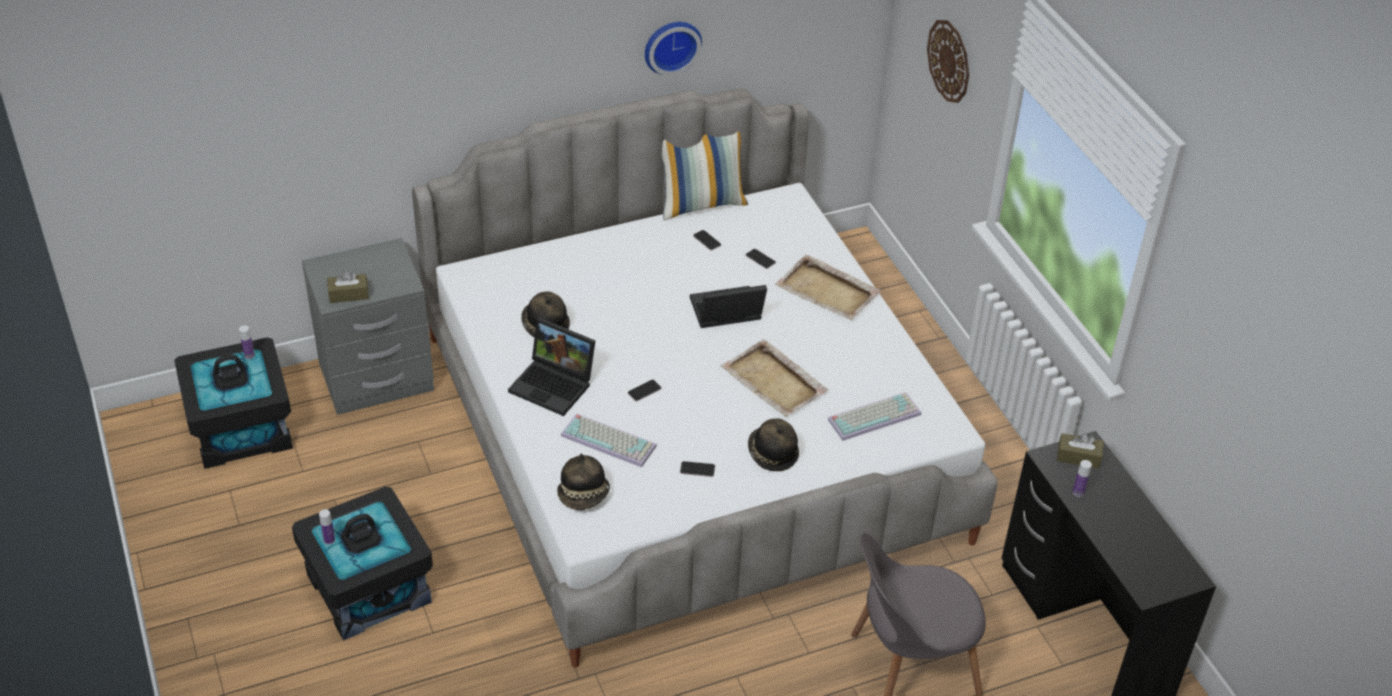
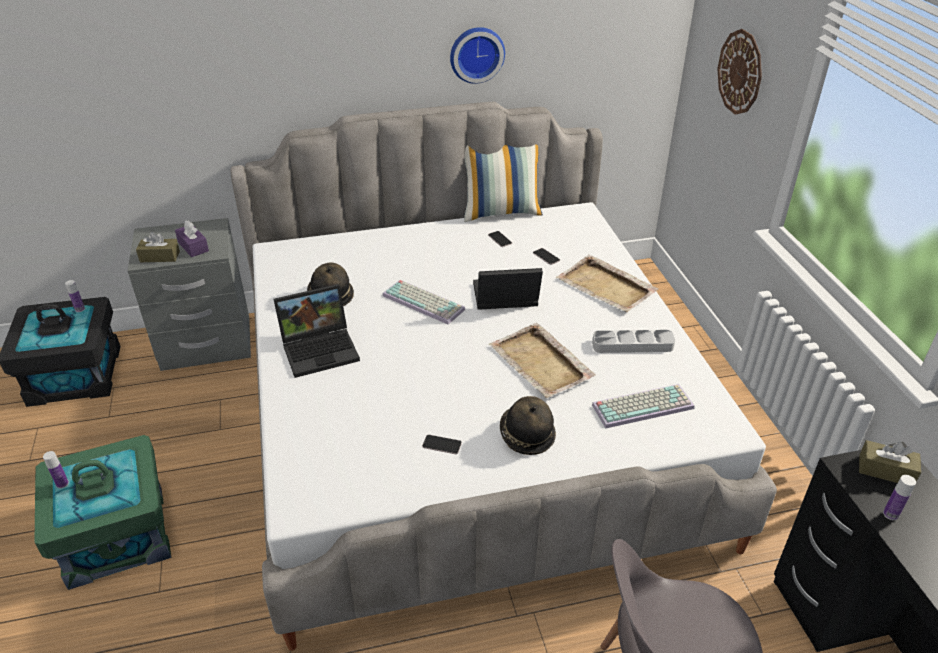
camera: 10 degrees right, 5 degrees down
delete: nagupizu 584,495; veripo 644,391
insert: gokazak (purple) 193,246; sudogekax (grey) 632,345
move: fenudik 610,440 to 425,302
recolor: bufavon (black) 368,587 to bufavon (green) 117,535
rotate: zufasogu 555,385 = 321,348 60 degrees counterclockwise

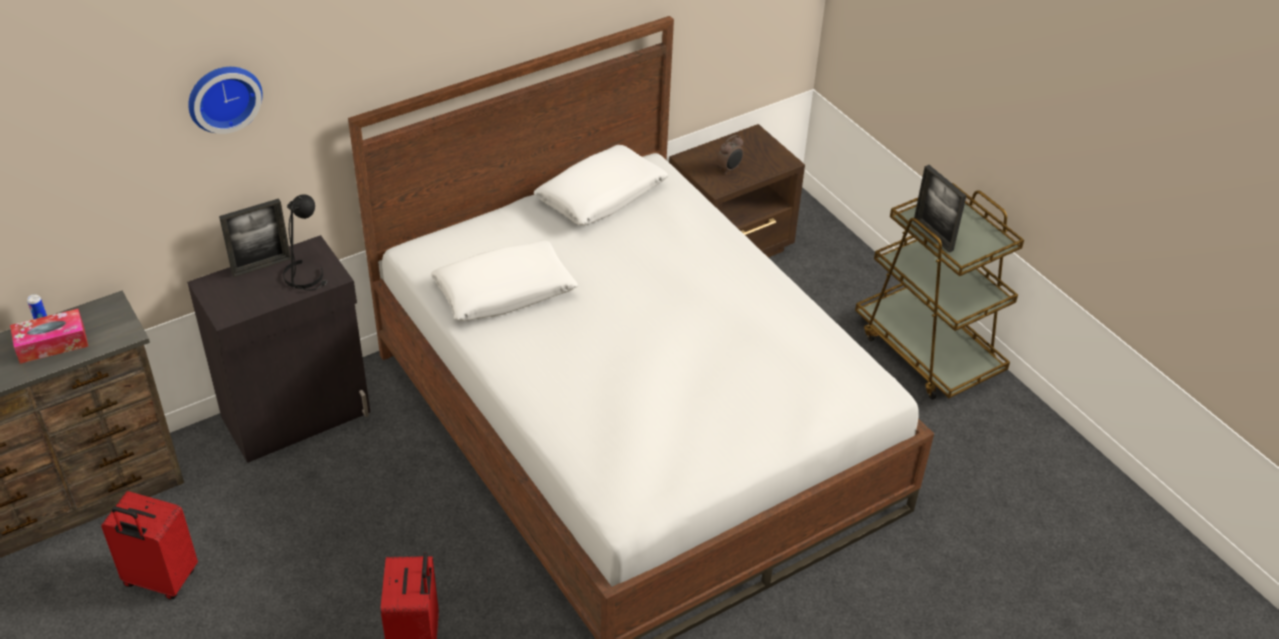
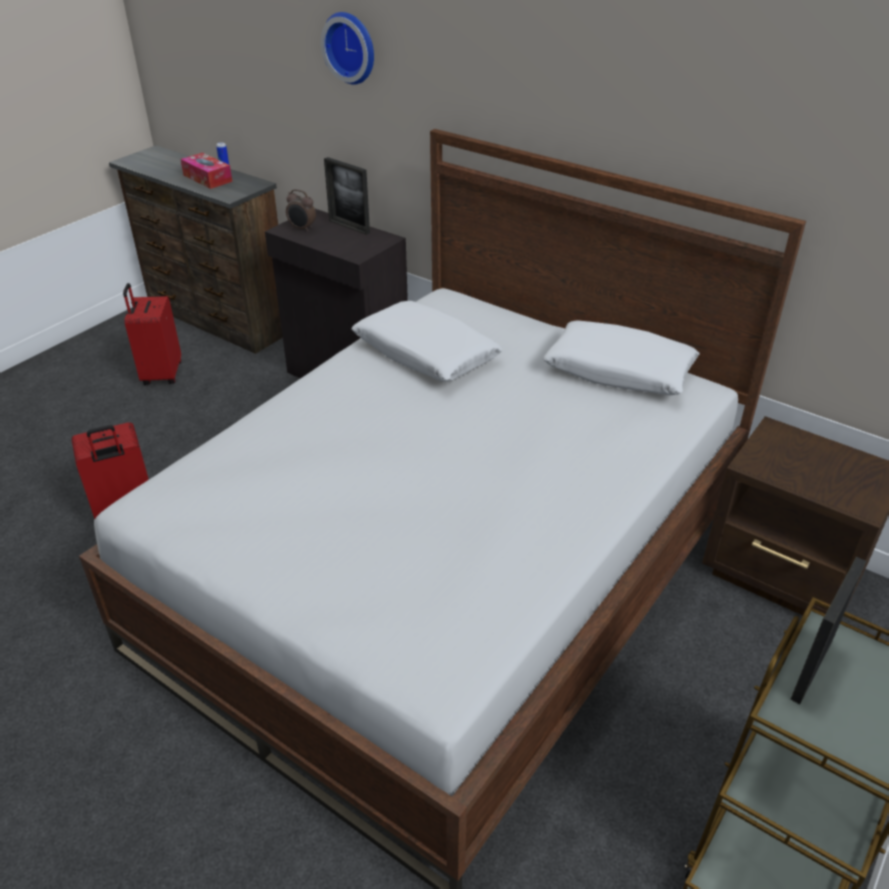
camera: 70 degrees right, 5 degrees down
delete: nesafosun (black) 306,276
move: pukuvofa 729,169 to 302,228

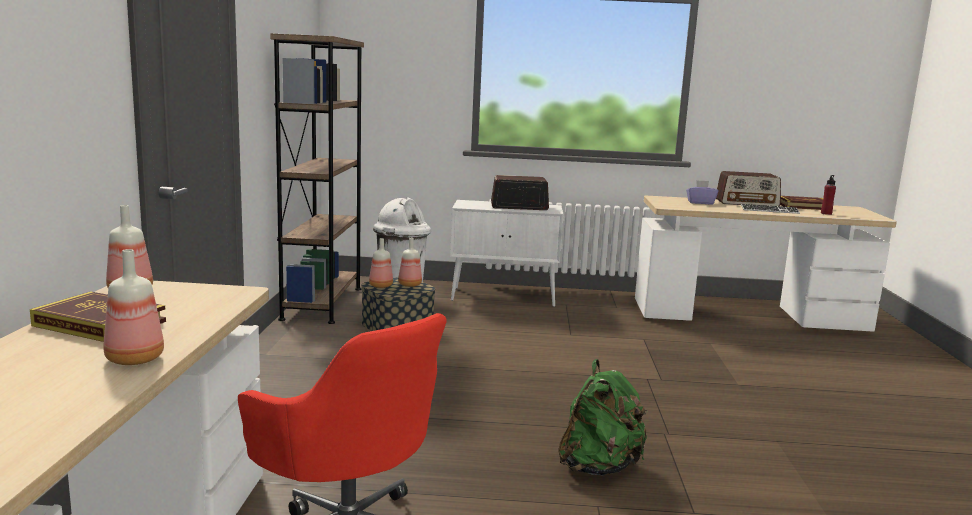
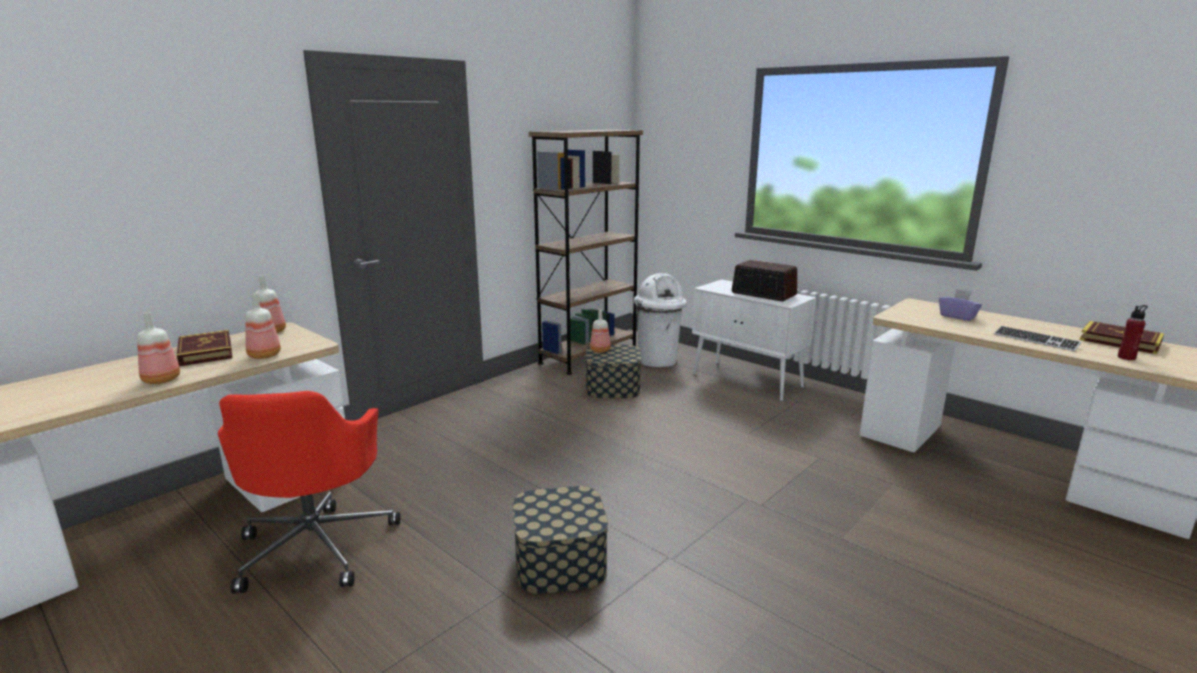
camera: 40 degrees right, 5 degrees up
delete: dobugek 747,203
move: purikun 409,285 to 263,355
replace: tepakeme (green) 599,467 to bufavon 560,562

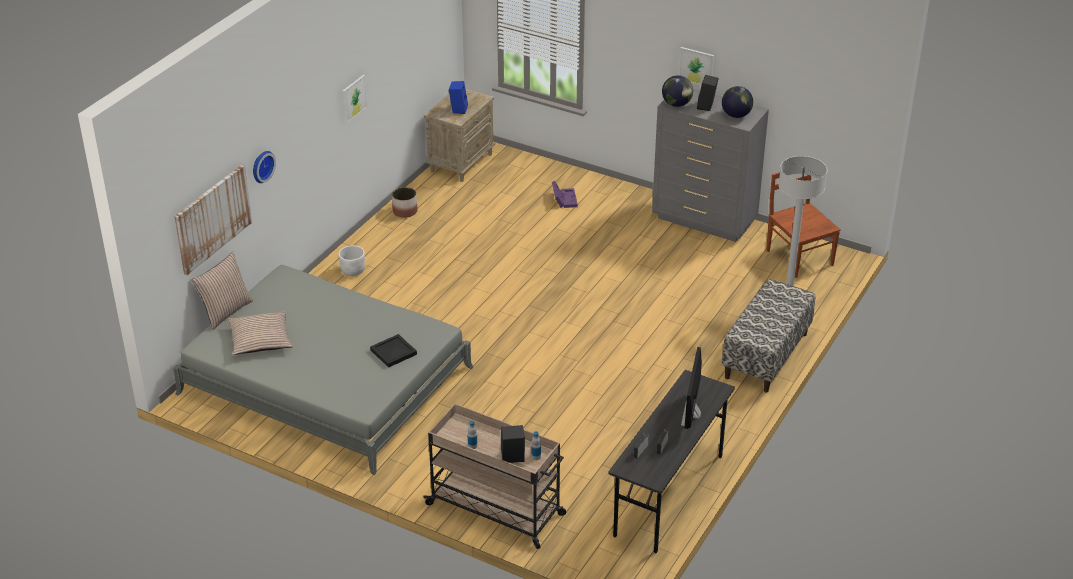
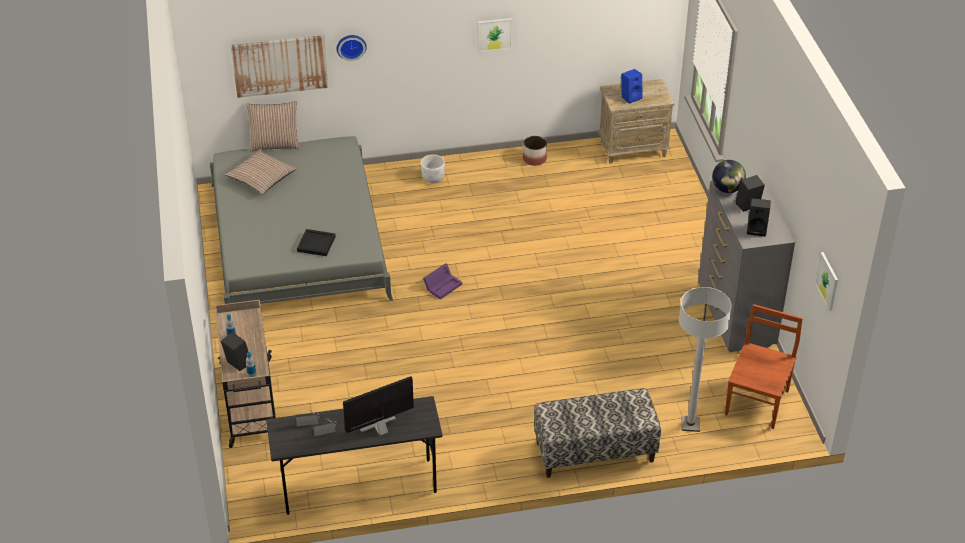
camera: 50 degrees right, 5 degrees up
move: bufavon (purple) 564,199 to 443,285; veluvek 696,66 to 827,281
replace: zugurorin 736,115 to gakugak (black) 757,229

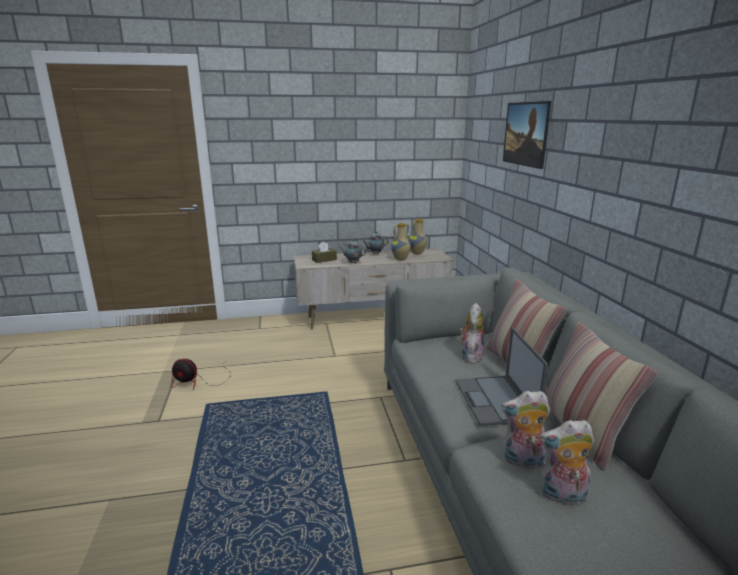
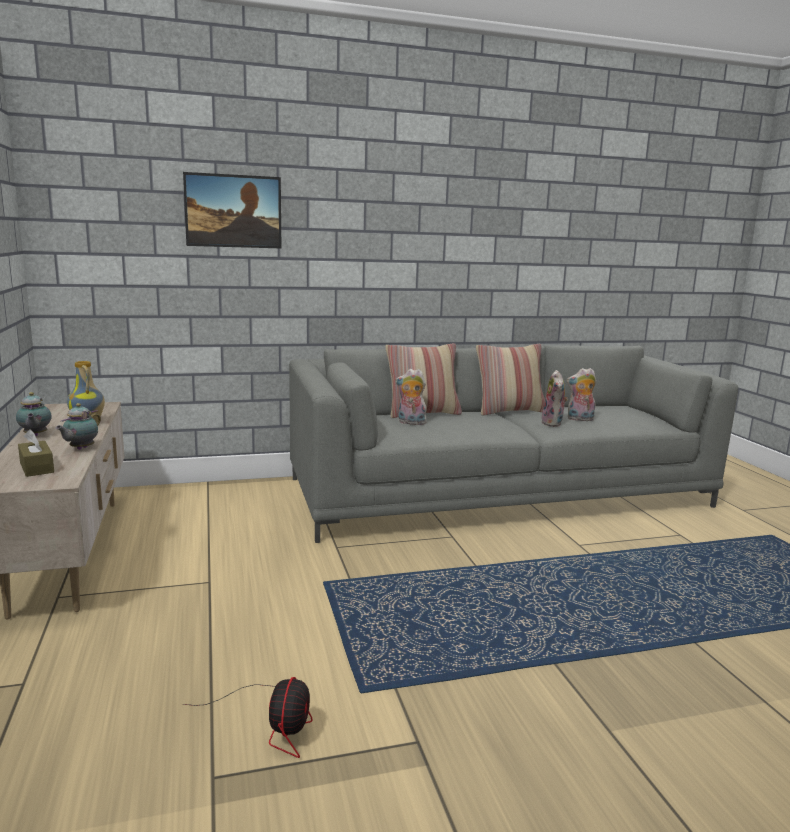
camera: 95 degrees left, 5 degrees down
delete: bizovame 417,253; zufasogu 495,400
rotate: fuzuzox 562,496 = 580,419 90 degrees clockwise

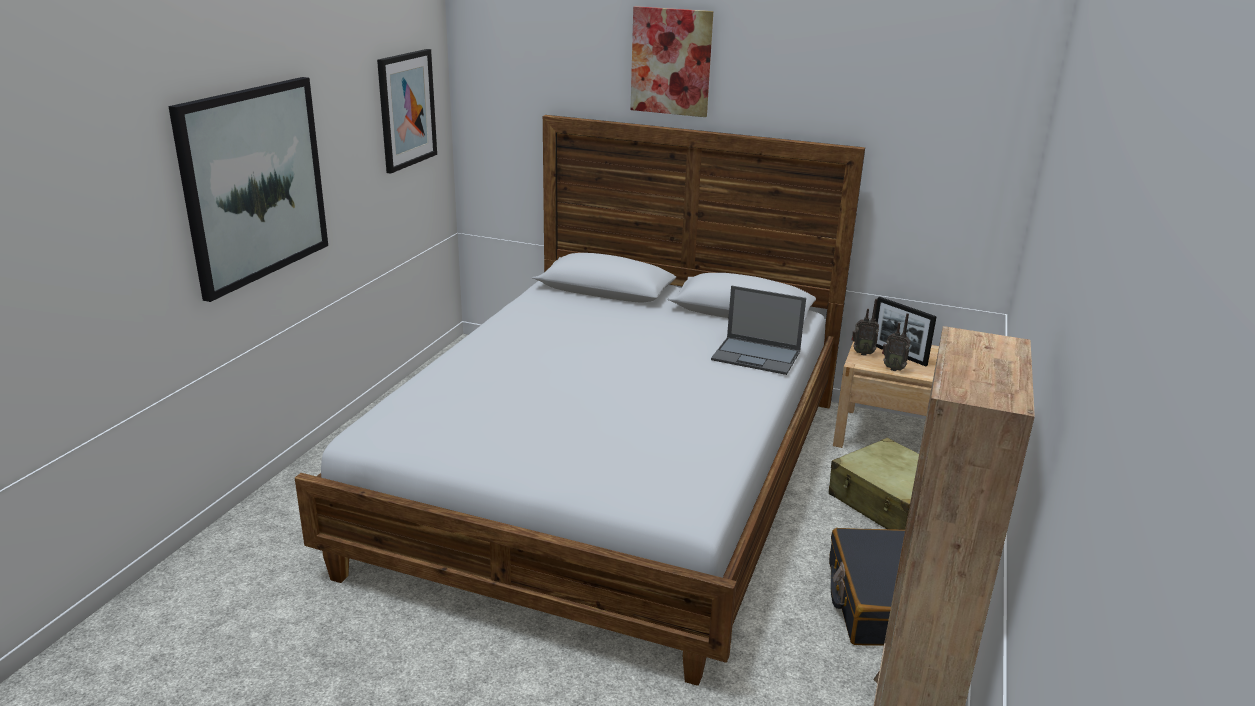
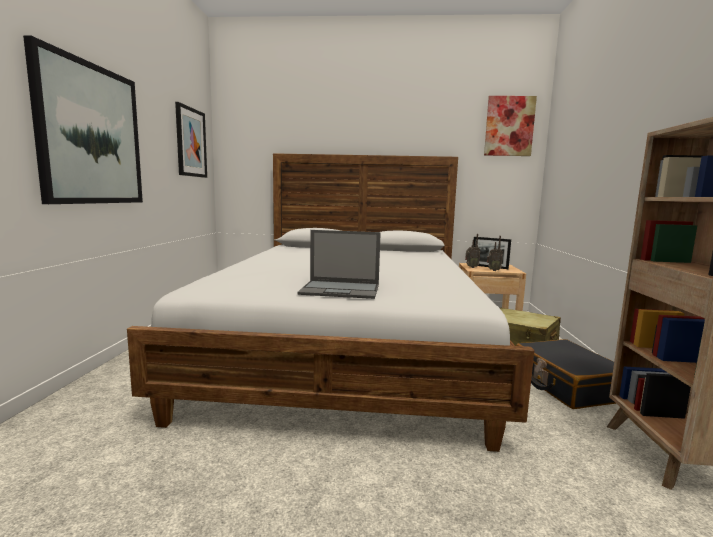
camera: 15 degrees left, 15 degrees down
move: veluvek 671,61 to 509,126; zufasogu 757,356 to 341,290

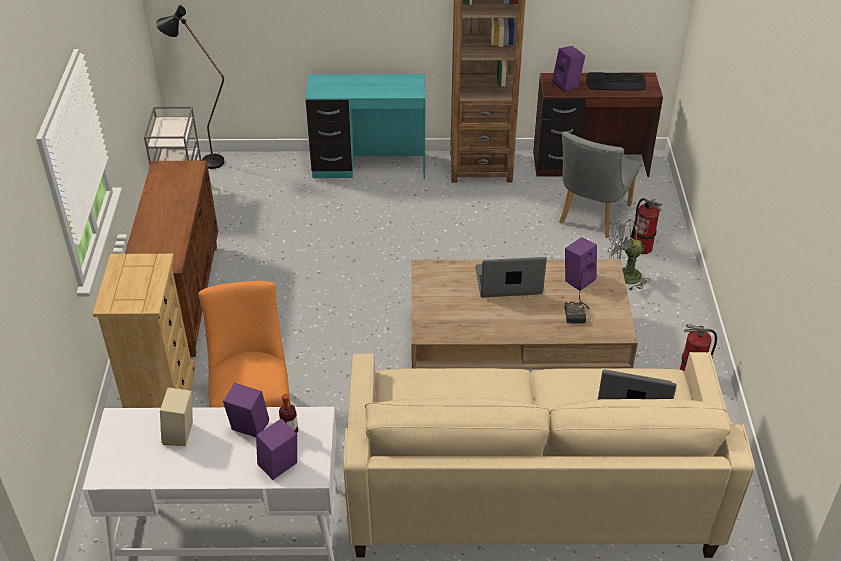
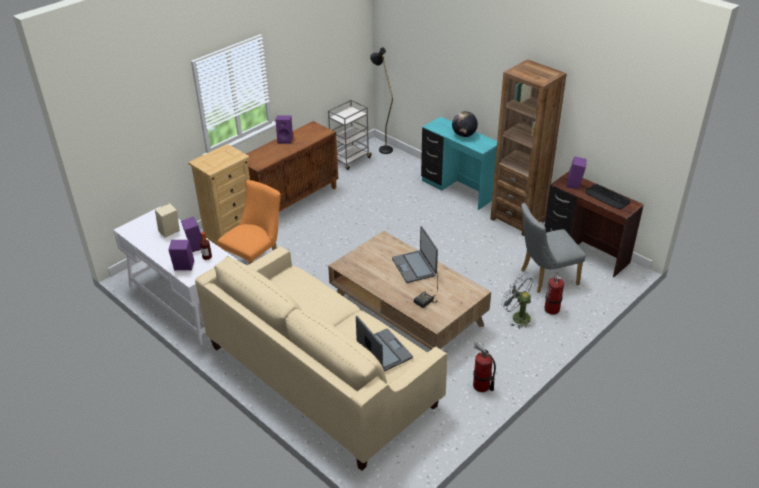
camera: 45 degrees right, 5 degrees down
insert: zugurorin 464,135
move: gakugak (purple) 578,278 to 285,139
rotate: zufasogu 508,282 = 414,267 150 degrees counterclockwise

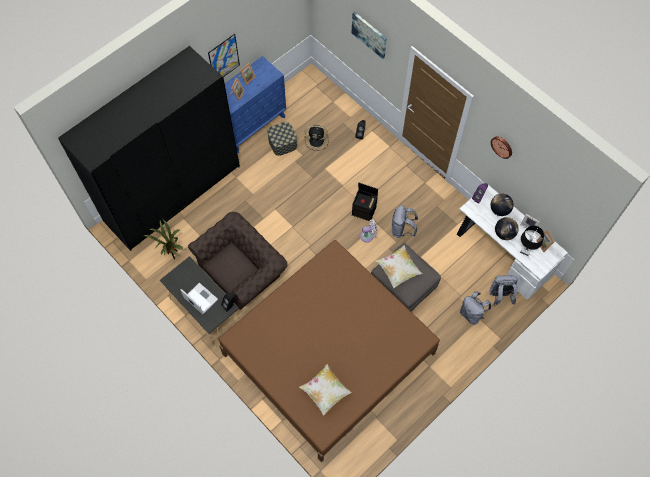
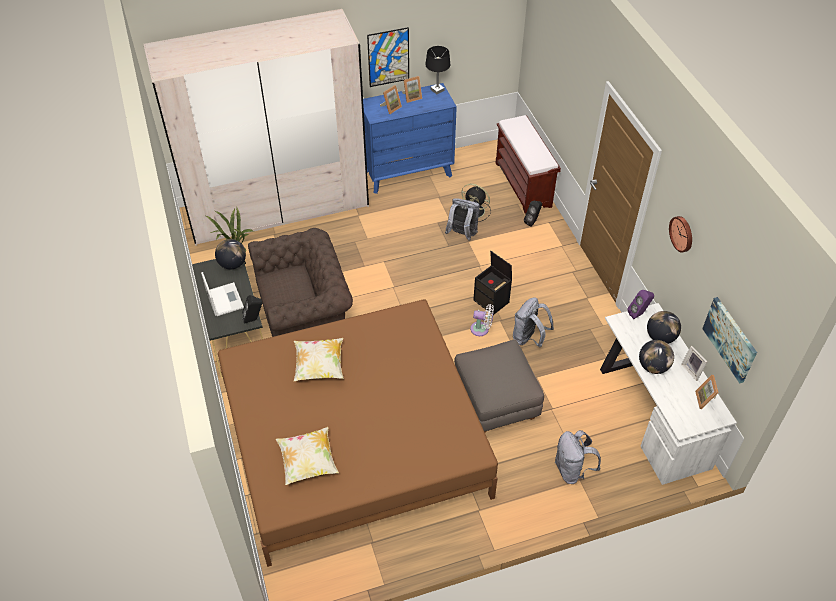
camera: 25 degrees right, 15 degrees down
delete: bufavon 282,143
insert: zugurorin 232,264; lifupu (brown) 523,185
move: veluvek 369,34 to 730,339; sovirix 398,270 to 319,367; tepakeme (grey) 500,296 to 462,234; nesafosun (black) 525,251 to 437,90
recolor: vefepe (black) 172,193 to vefepe (beige) 278,207

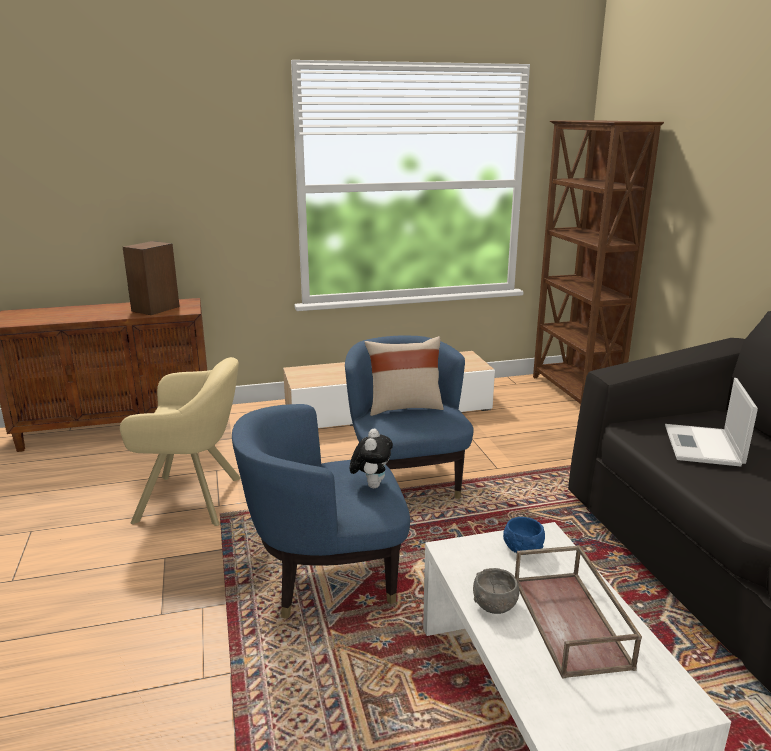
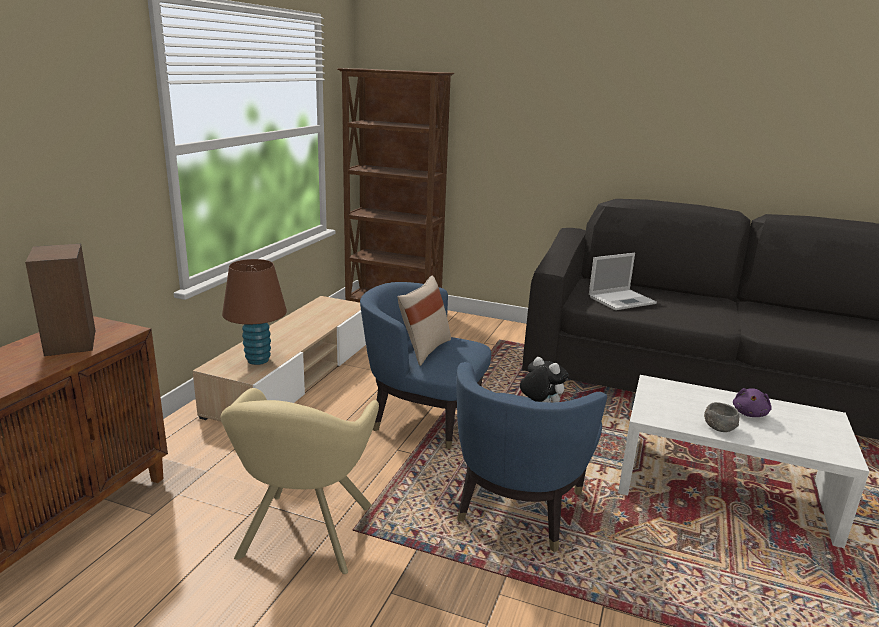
camera: 55 degrees left, 0 degrees up
delete: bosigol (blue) 523,548
insert: nesafosun (brown) 258,360
replace: sudogekax (brown) 572,622 to fuzuzox (purple) 750,413
rotate: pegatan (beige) 196,499 = 303,536 150 degrees clockwise; zufasogu 703,446 = 622,300 75 degrees counterclockwise

